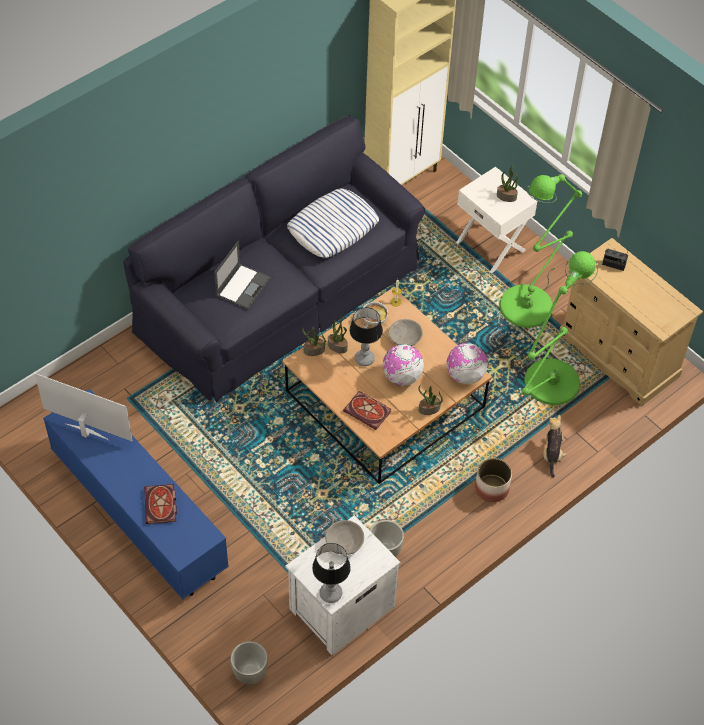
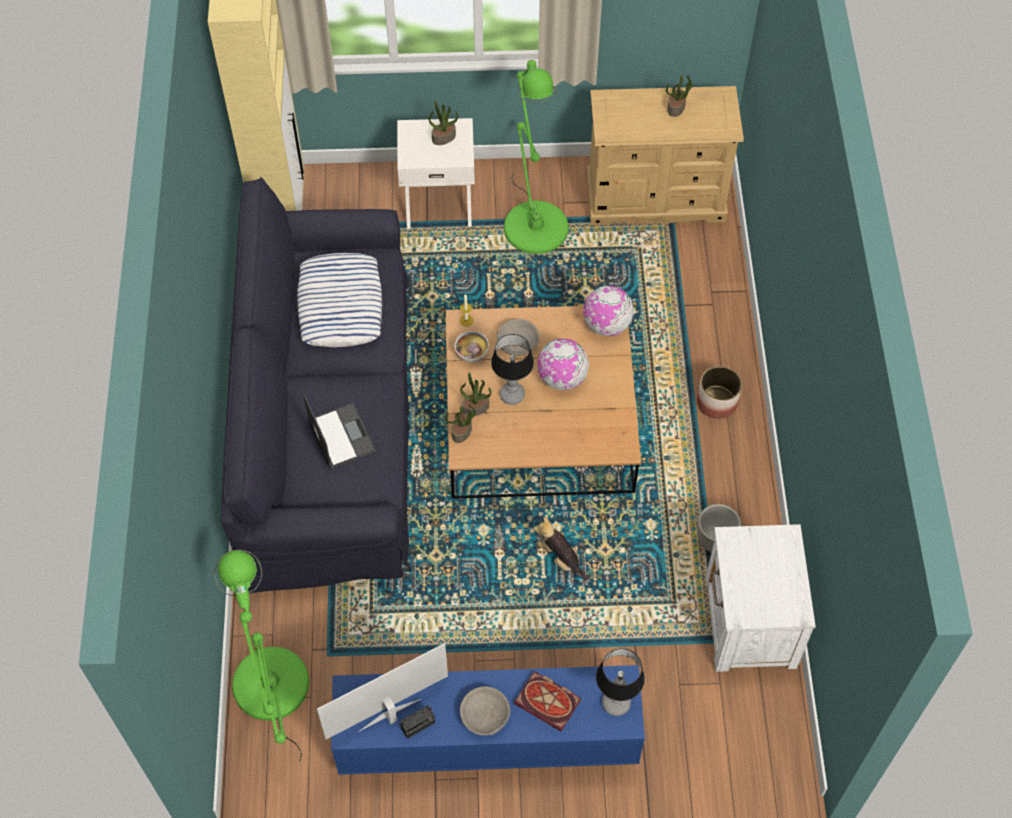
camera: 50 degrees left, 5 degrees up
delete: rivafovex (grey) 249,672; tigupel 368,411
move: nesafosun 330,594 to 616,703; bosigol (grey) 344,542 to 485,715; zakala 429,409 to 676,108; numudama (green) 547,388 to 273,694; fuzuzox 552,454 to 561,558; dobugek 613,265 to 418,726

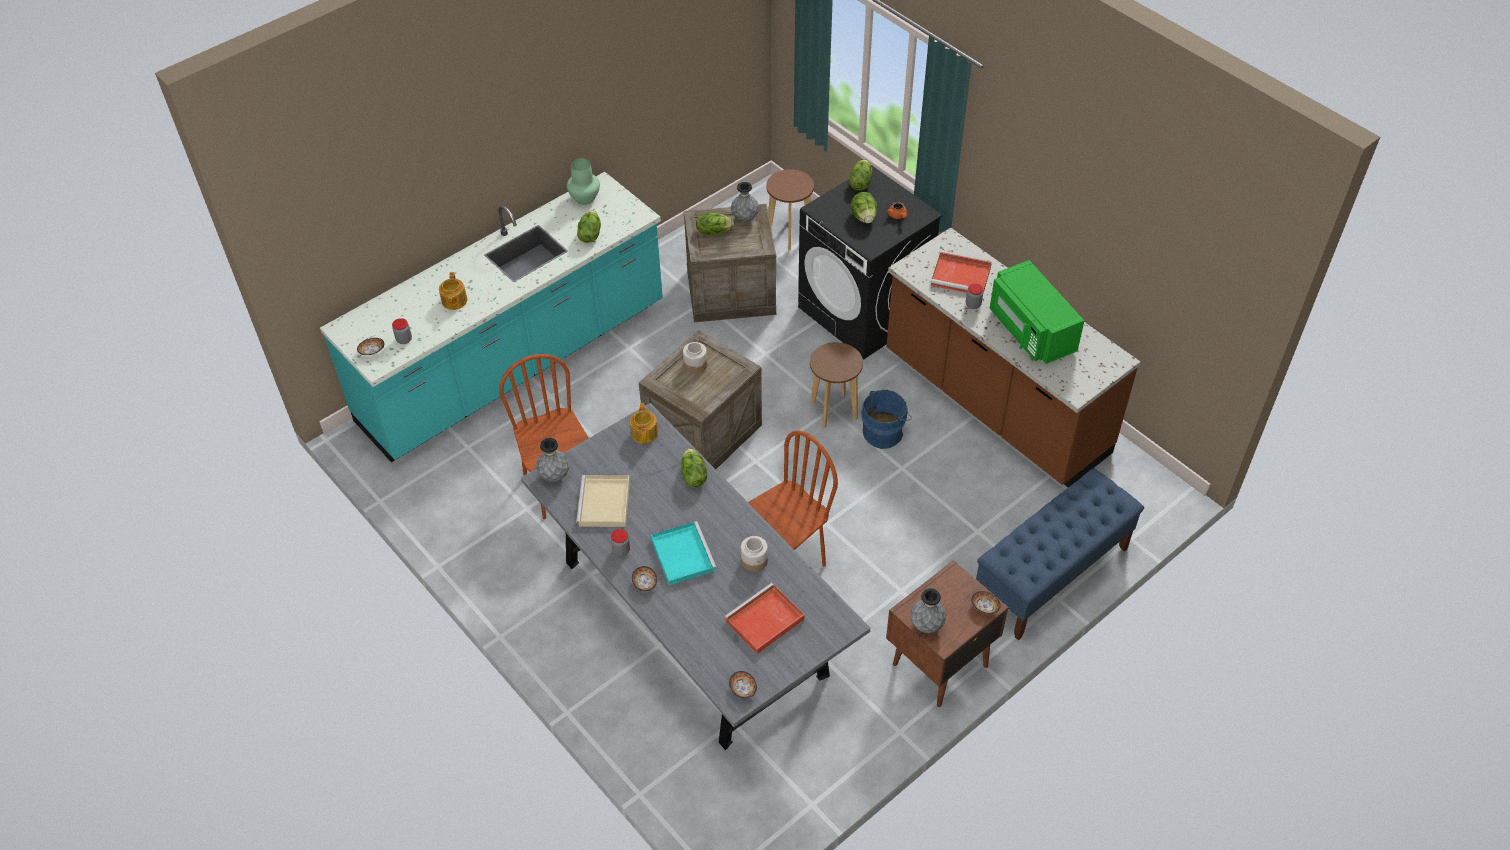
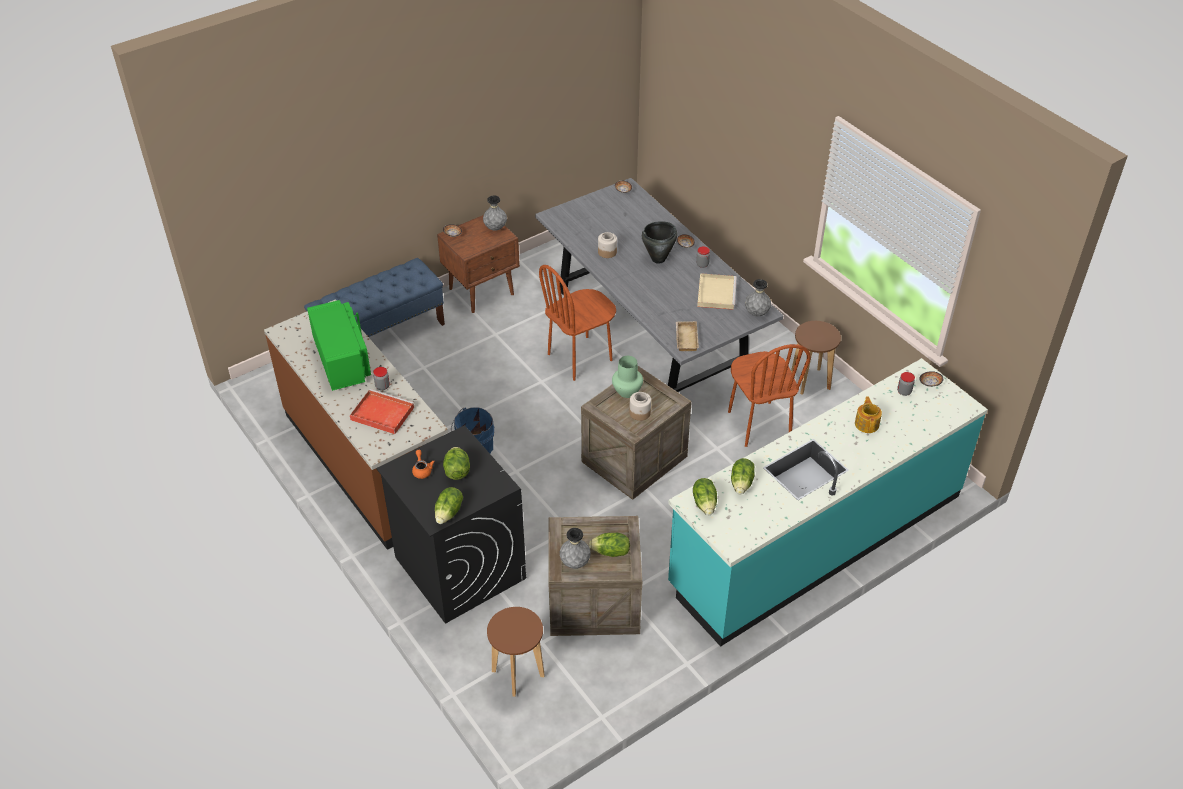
camera: 175 degrees left, 5 degrees down
delete: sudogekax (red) 764,621
move: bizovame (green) 585,198 to 626,391; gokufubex 693,476 to 705,503; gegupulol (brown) 833,410 to 810,382
replace: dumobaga 644,433 to sudogekax (beige) 685,338; sudogekax (turquoise) 681,554 to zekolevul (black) 658,259

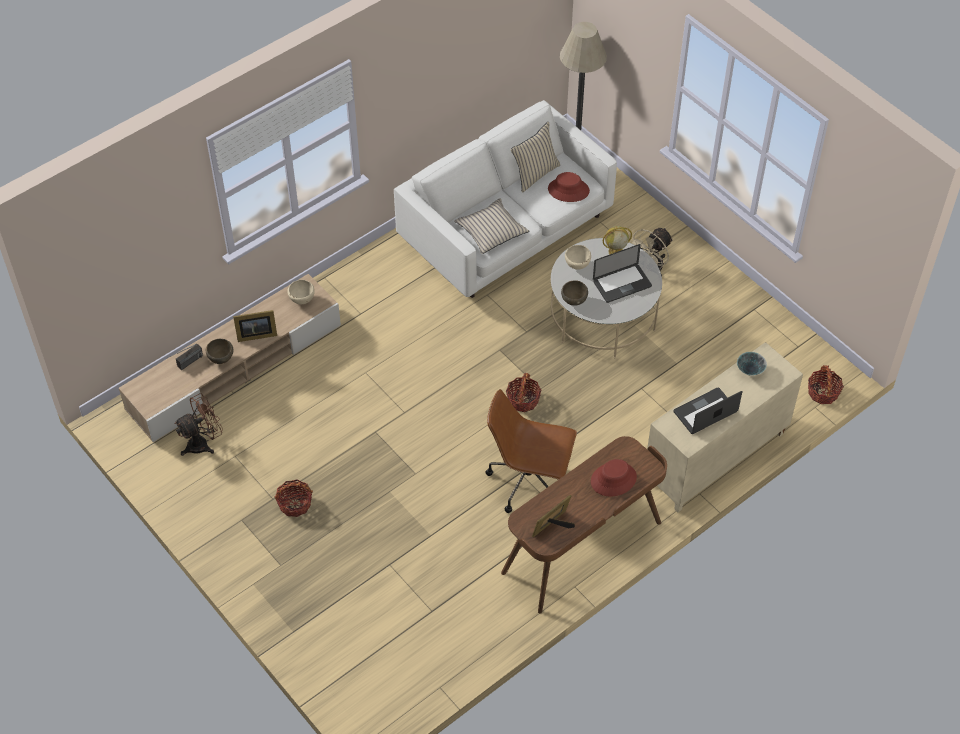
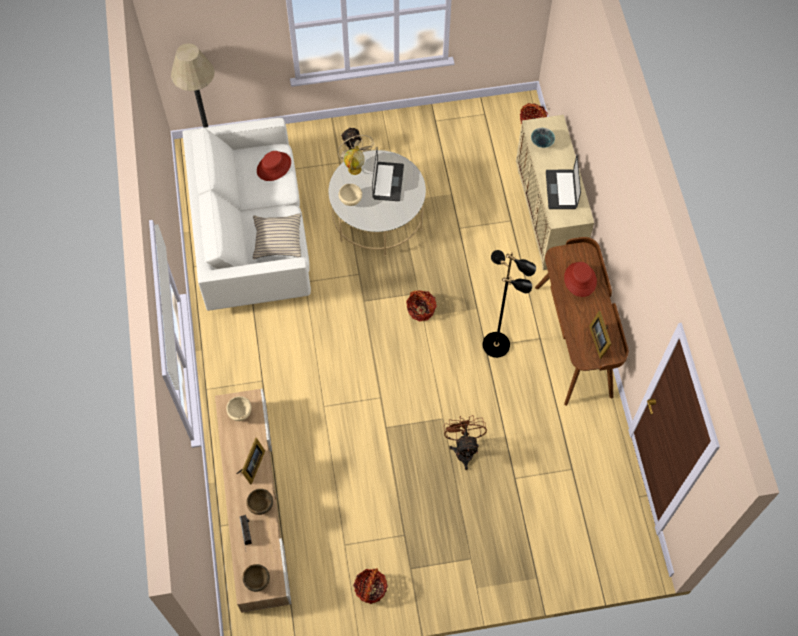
camera: 60 degrees left, 10 degrees up
delete: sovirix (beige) 535,174
move: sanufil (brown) 203,443 to 464,449; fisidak 294,504 to 371,589; bosigol (brown) 574,301 to 257,581
replace: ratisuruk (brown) 529,481 to numudama (black) 497,344

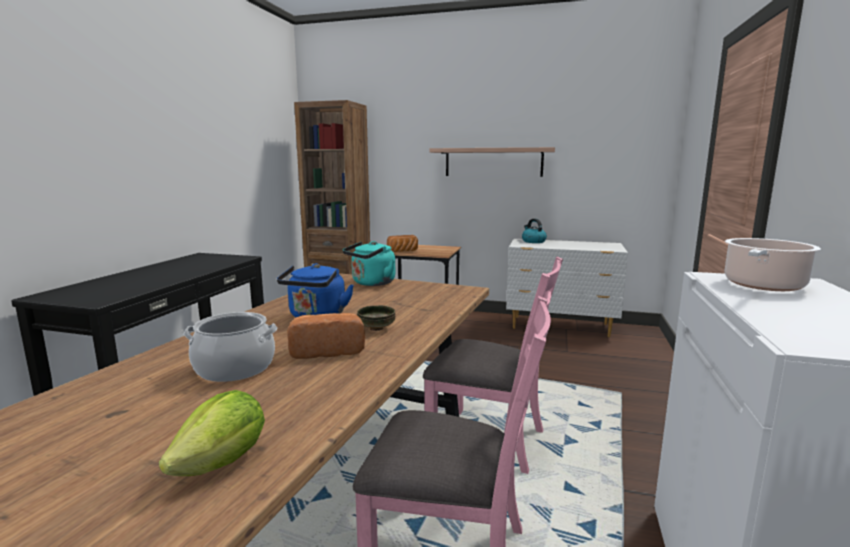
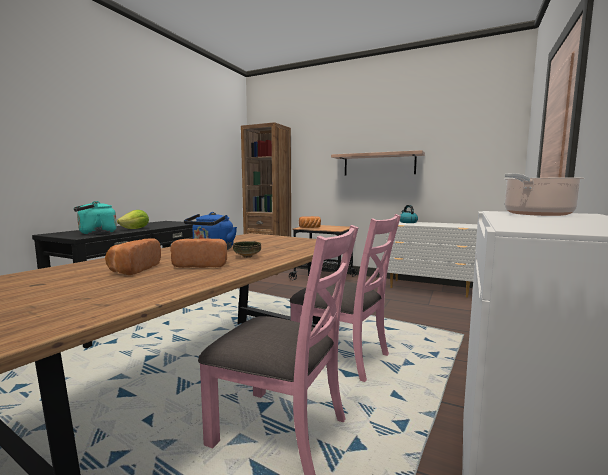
camera: 10 degrees right, 5 degrees down
move: gokufubex 223,462 to 135,229; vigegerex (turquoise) 371,283 to 95,233
replace: zekolevul 235,368 to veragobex 133,269

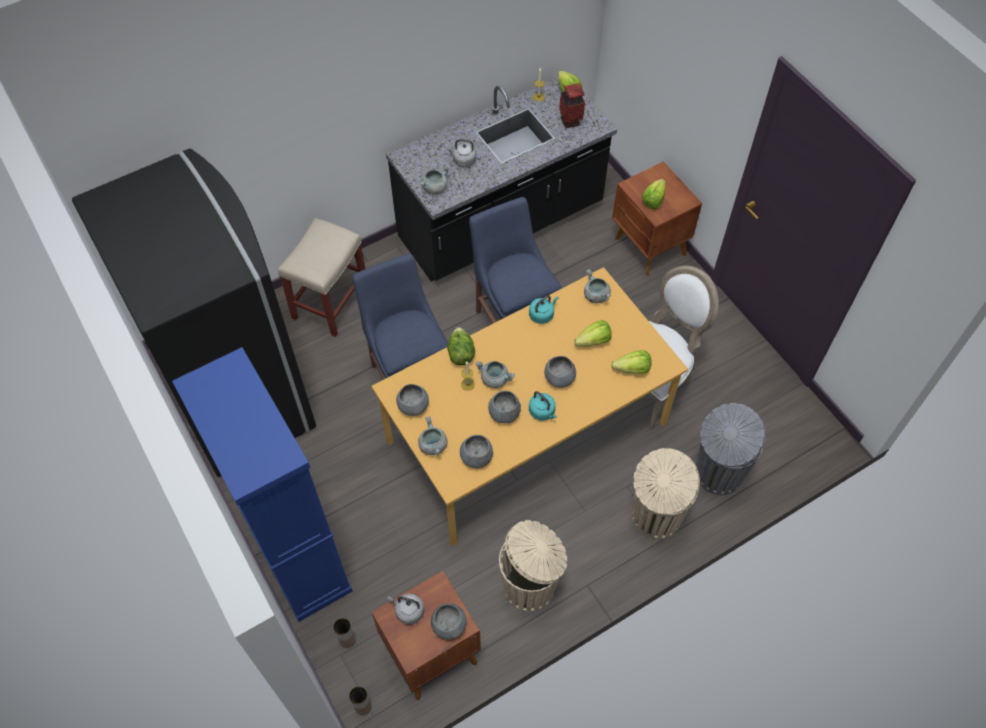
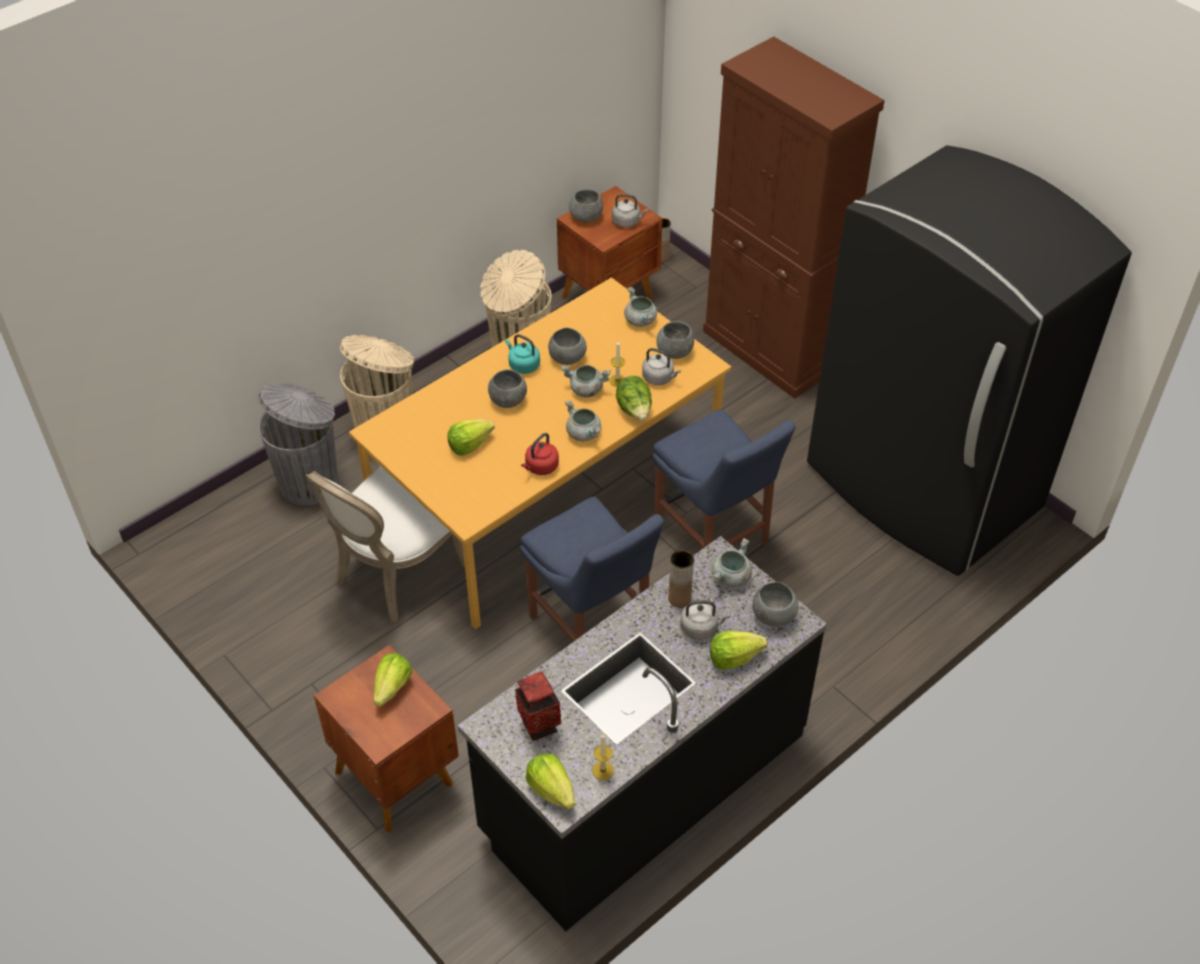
camera: 170 degrees right, 10 degrees down
delete: gegupulol (beige) 331,301
insert: vigegerex (grey) 659,378
move: bizovame (brown) 347,640 to 679,598; bosigol (grey) 476,458 to 773,615; zekolevul (grey) 595,295 to 584,433; gokufubex 632,369 to 733,658
recolor: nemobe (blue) 299,556 to nemobe (brown) 770,350; vigegerex (turquoise) 542,314 to vigegerex (red) 540,467

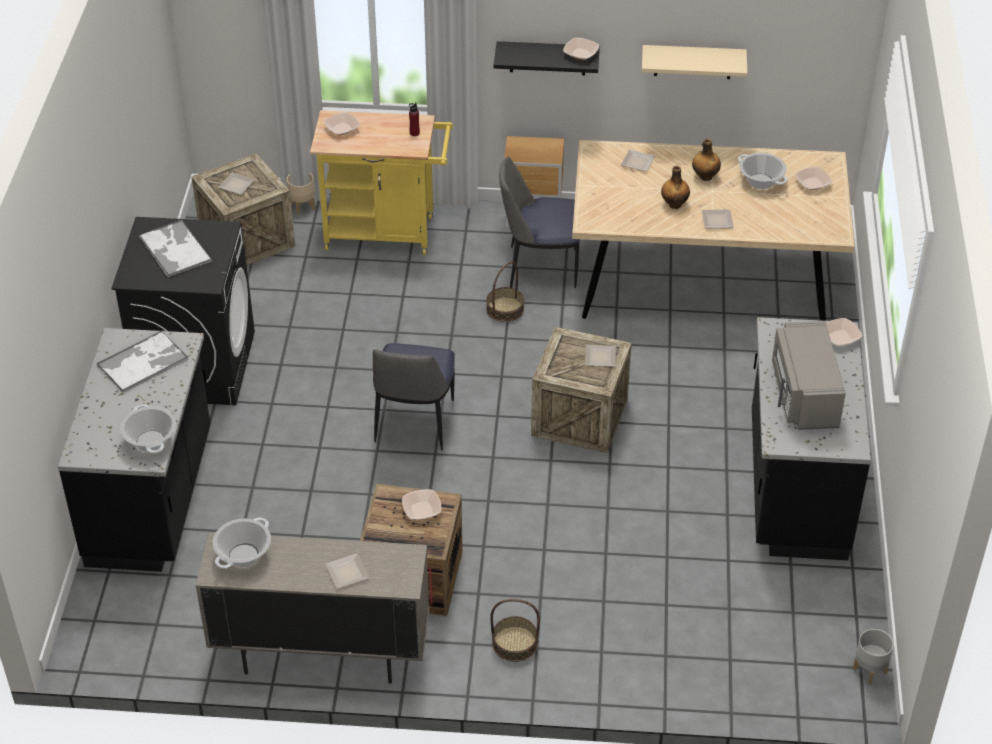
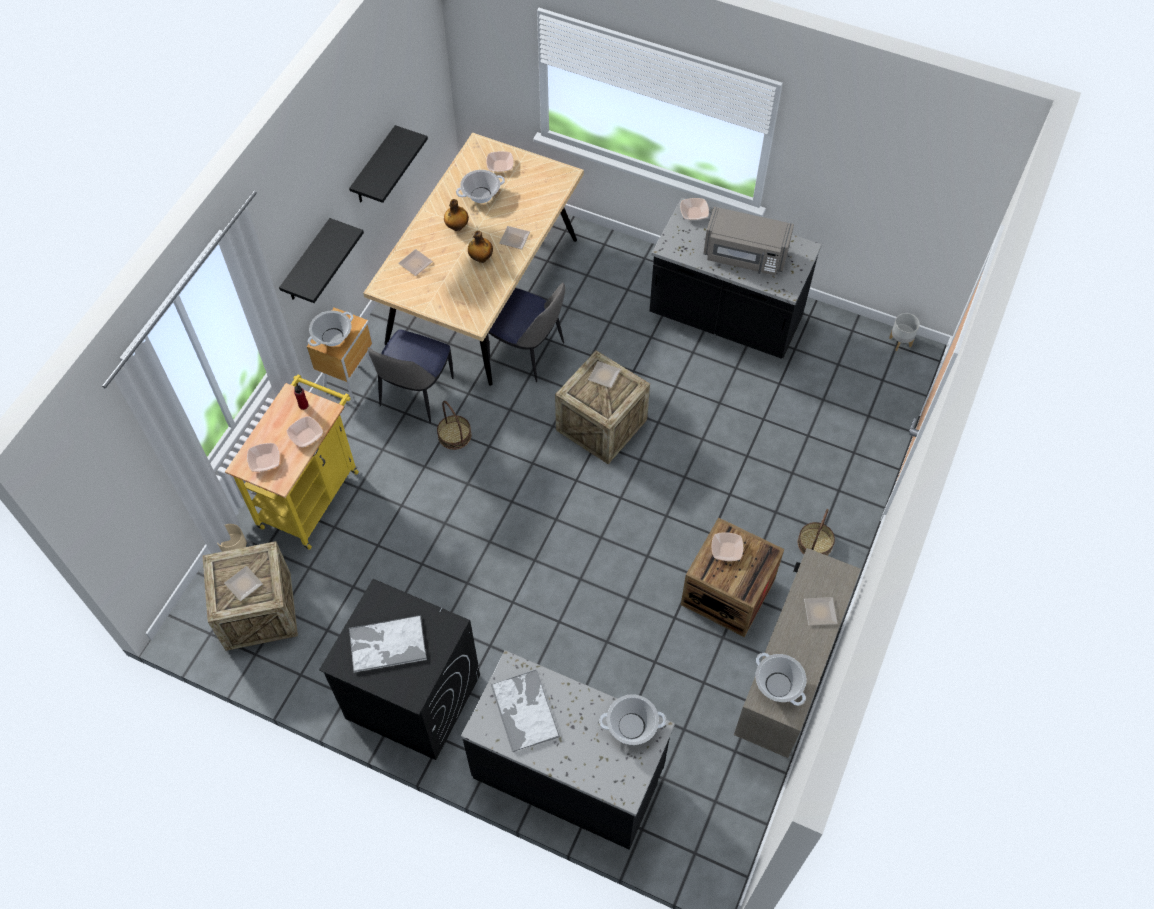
camera: 70 degrees left, 15 degrees up
insert: zekolevul 332,337
move: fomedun 414,423 to 528,352; bosigol 580,54 to 306,435
recolor: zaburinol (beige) 693,61 to zaburinol (black) 374,167

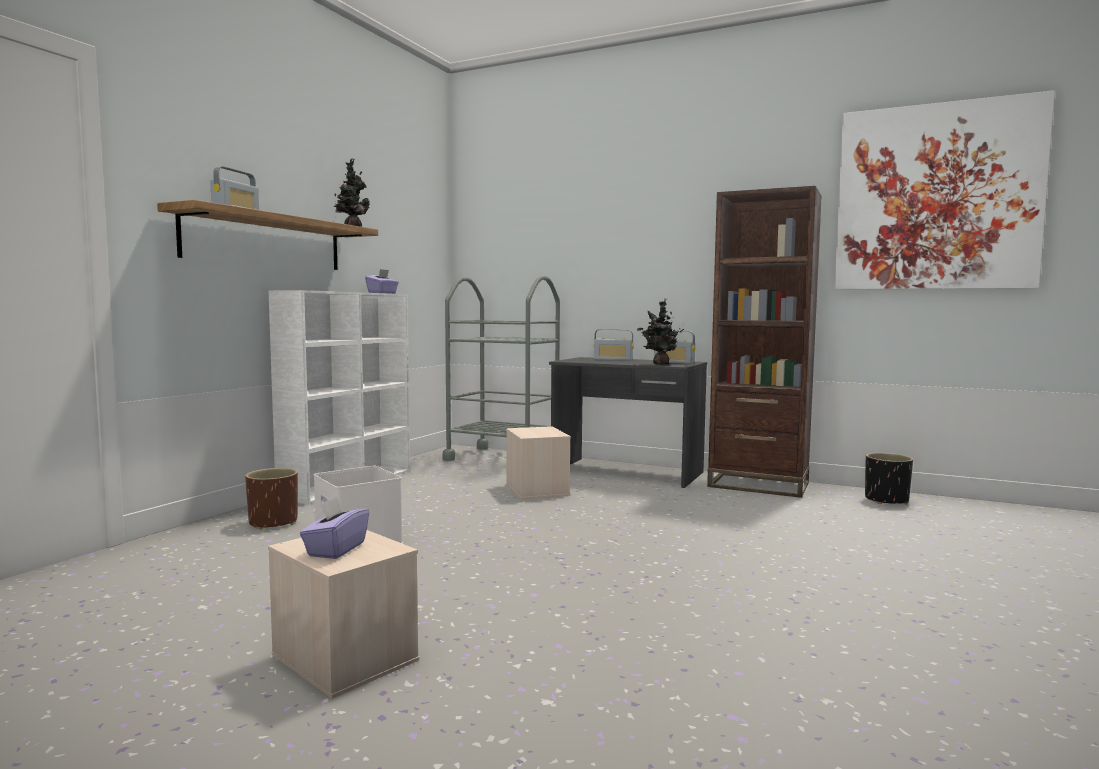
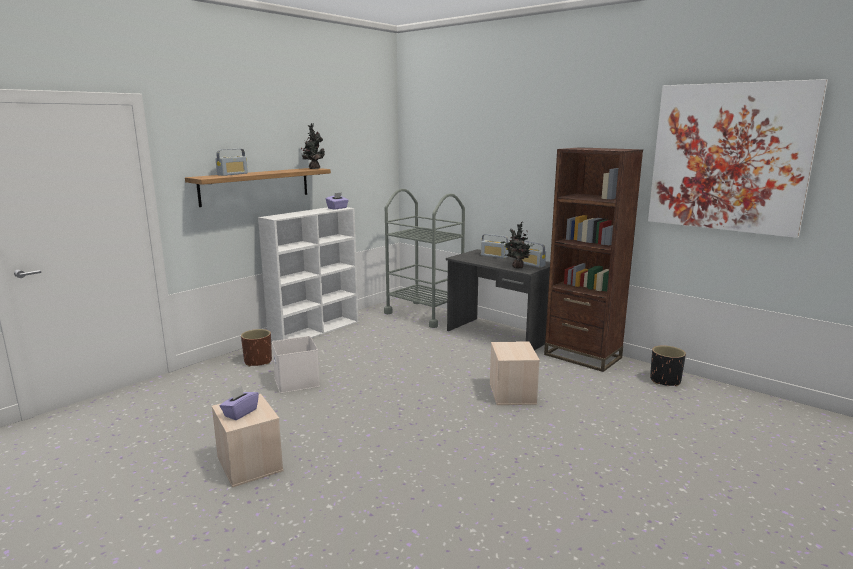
camera: 15 degrees right, 10 degrees up
move: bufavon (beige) 536,489 to 511,393

